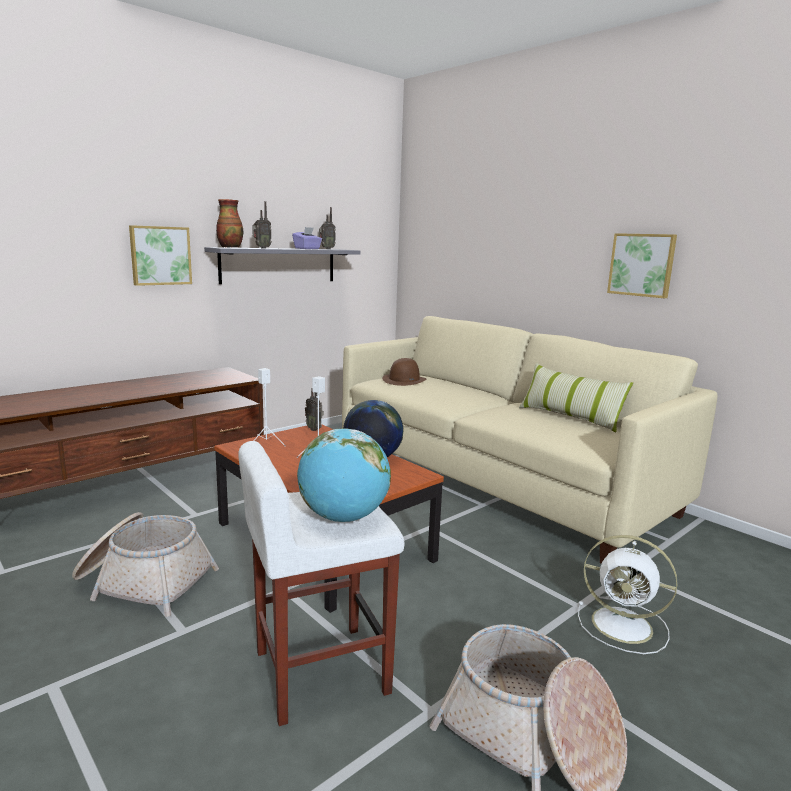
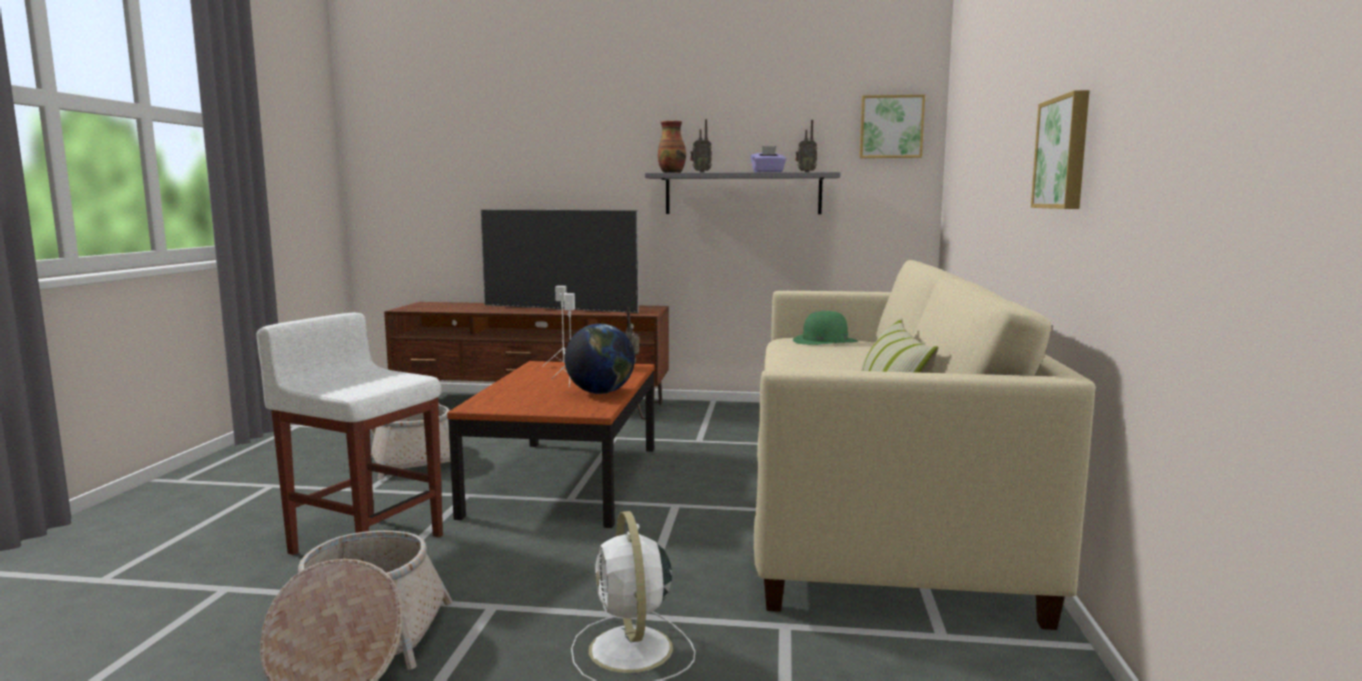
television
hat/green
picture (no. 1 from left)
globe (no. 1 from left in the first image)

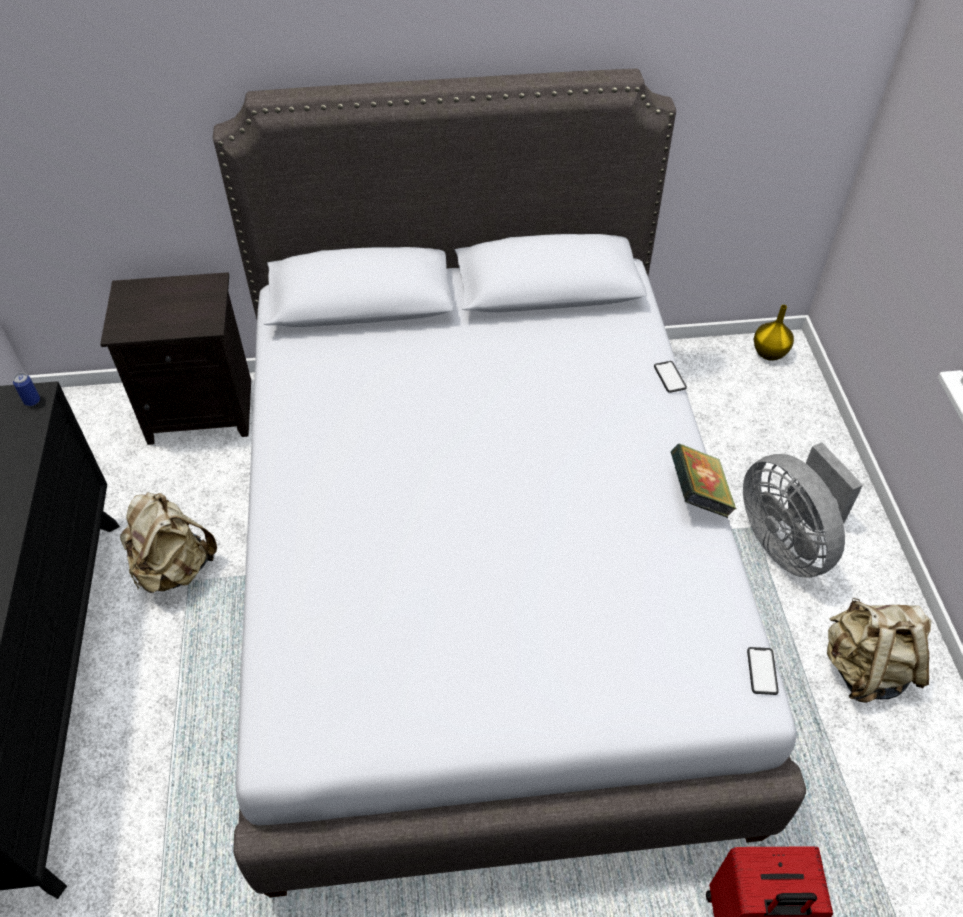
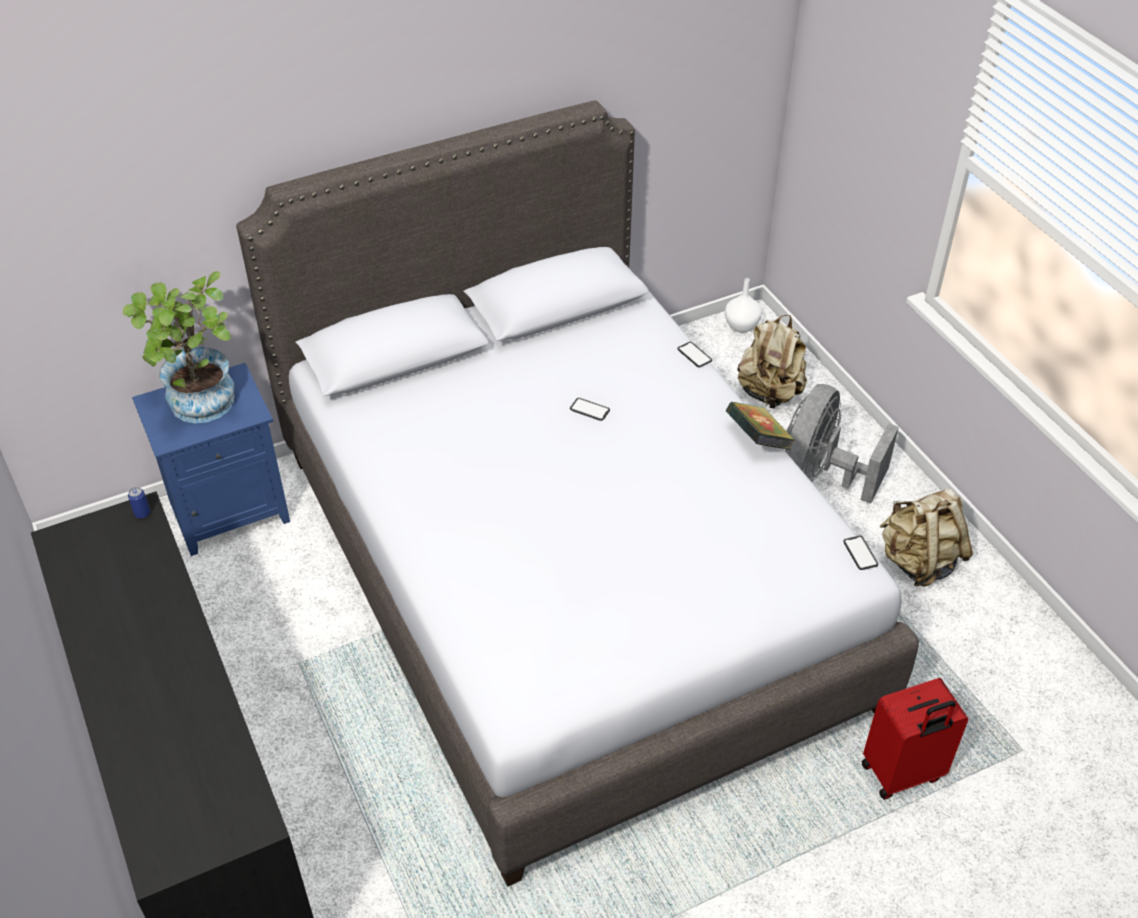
potted plant
nightstand/blue
phone (no. 1 from left)
vase/white
backpack/beige (no. 1 from left)
fan/grey

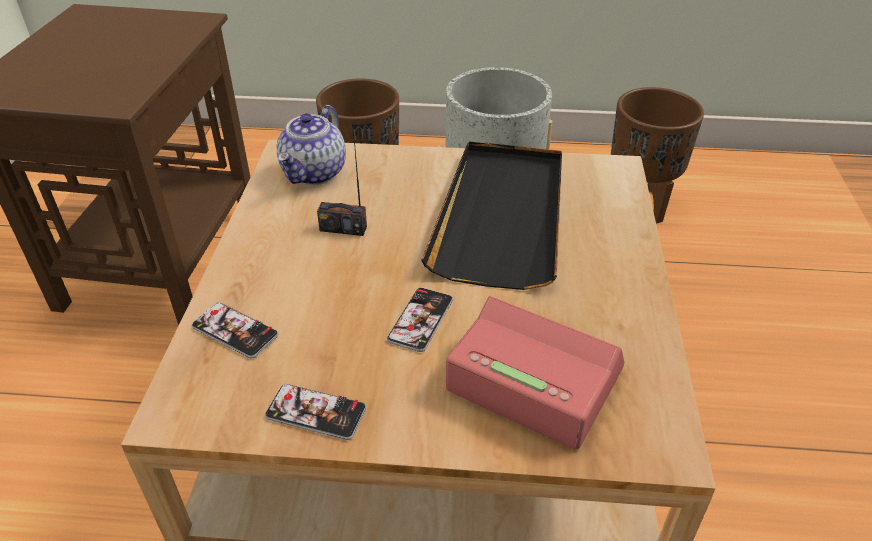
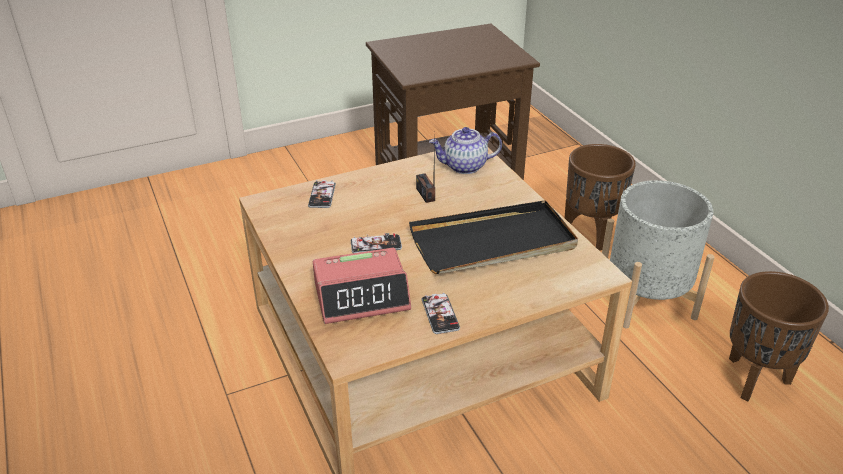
alarm clock
phone (no. 3 from left)

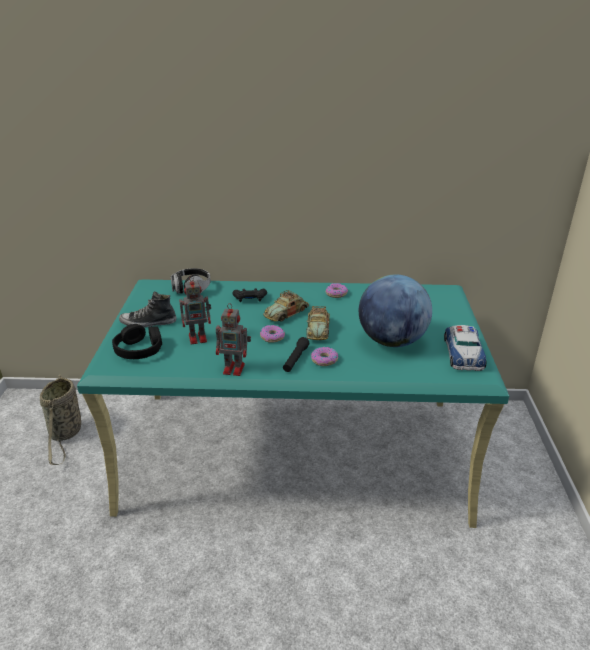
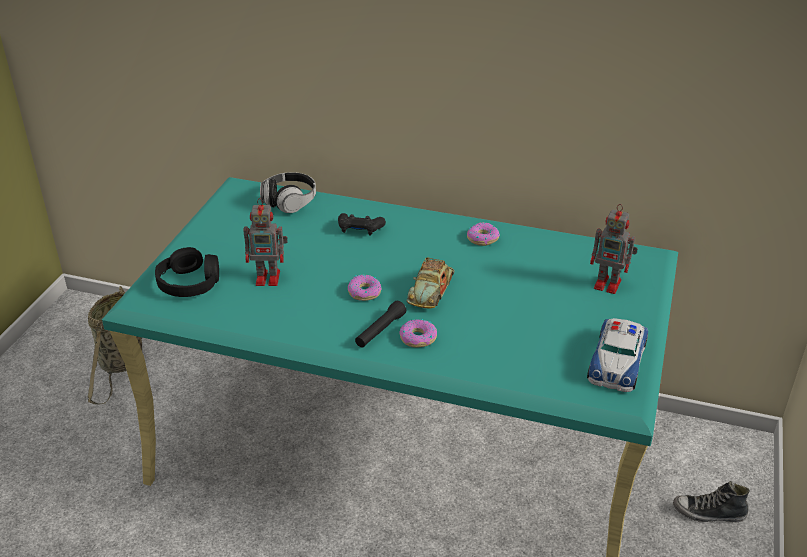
toy robot (no. 2 from left)
shoe
toy car (no. 1 from left in the first image)
globe

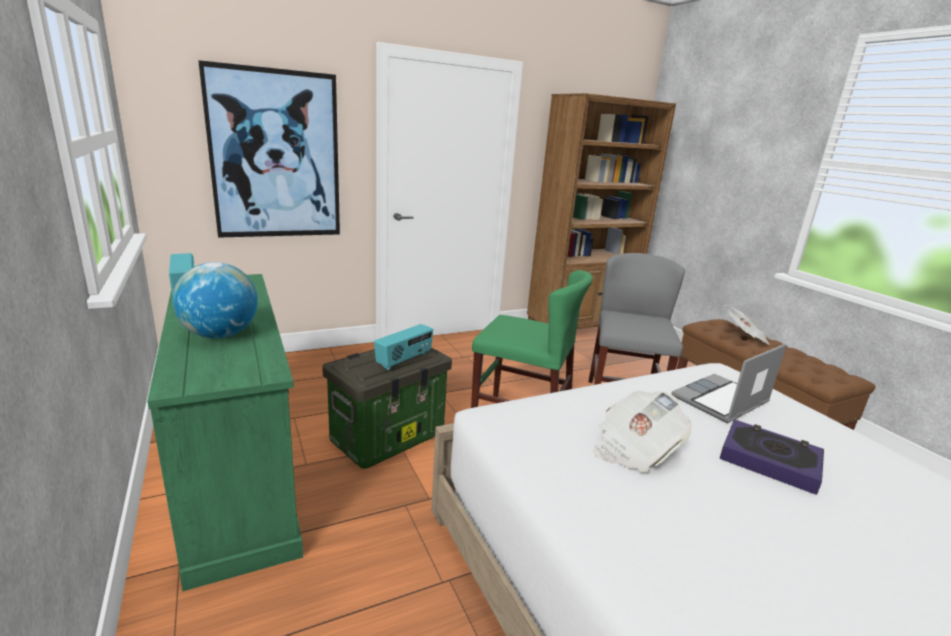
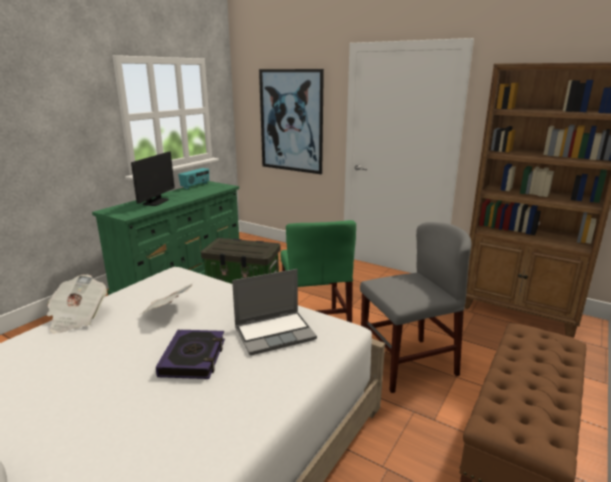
newspaper (no. 1 from left)
monitor
laptop
radio (no. 2 from left in the first image)

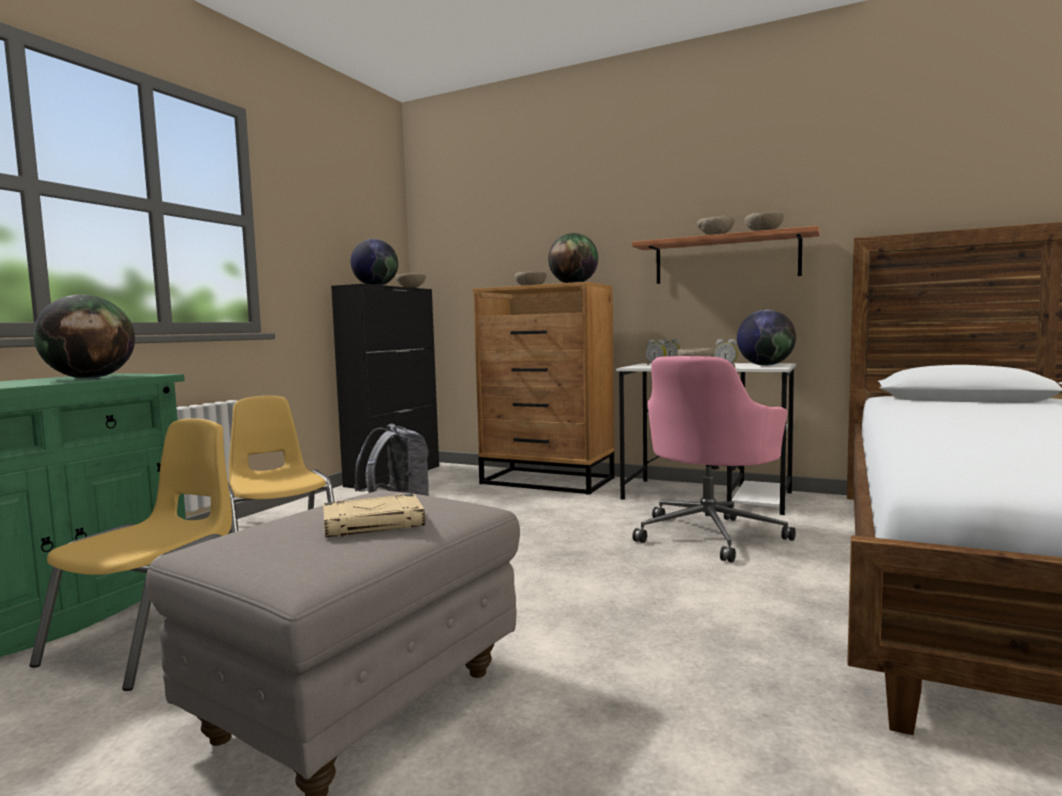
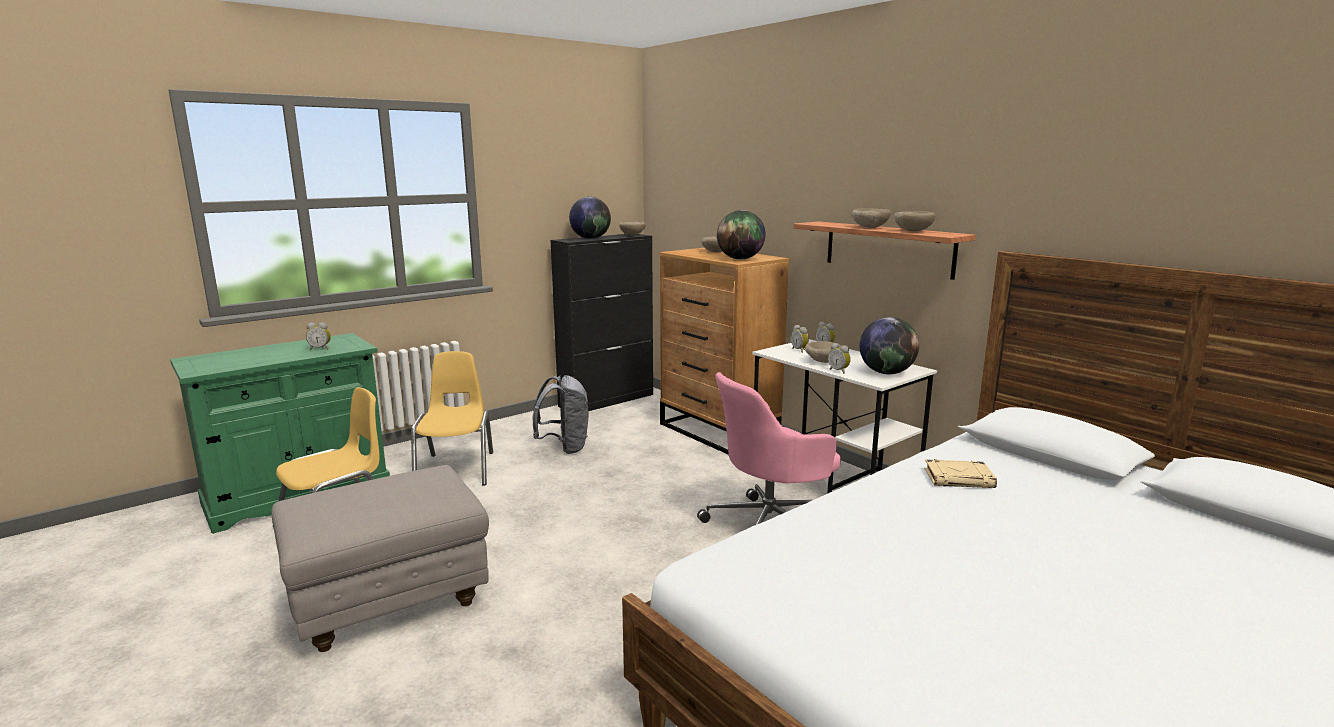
alarm clock (no. 1 from left)
book/beige

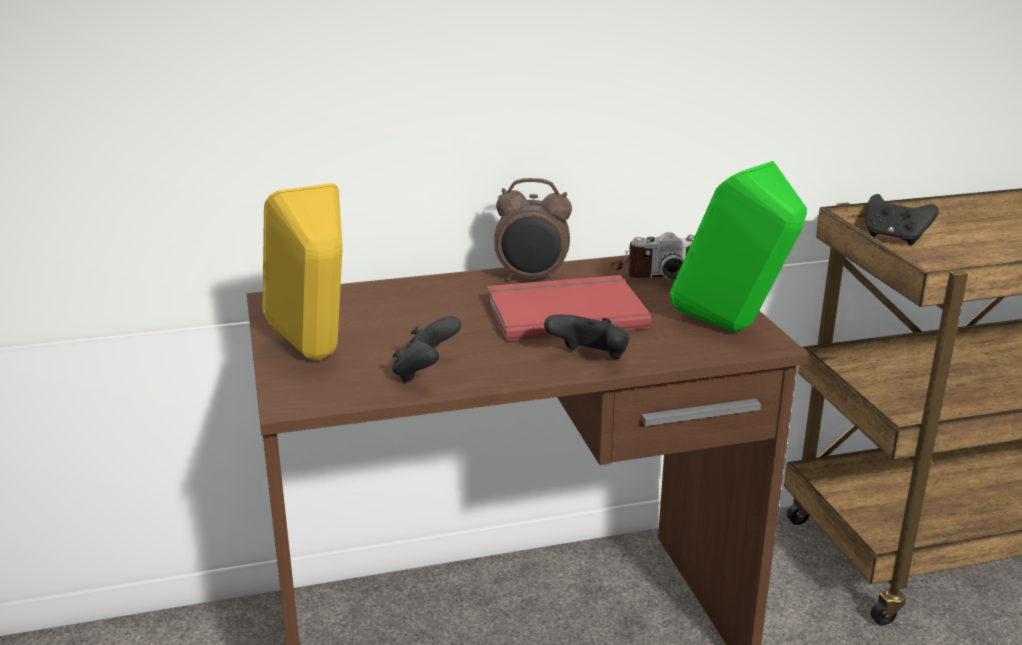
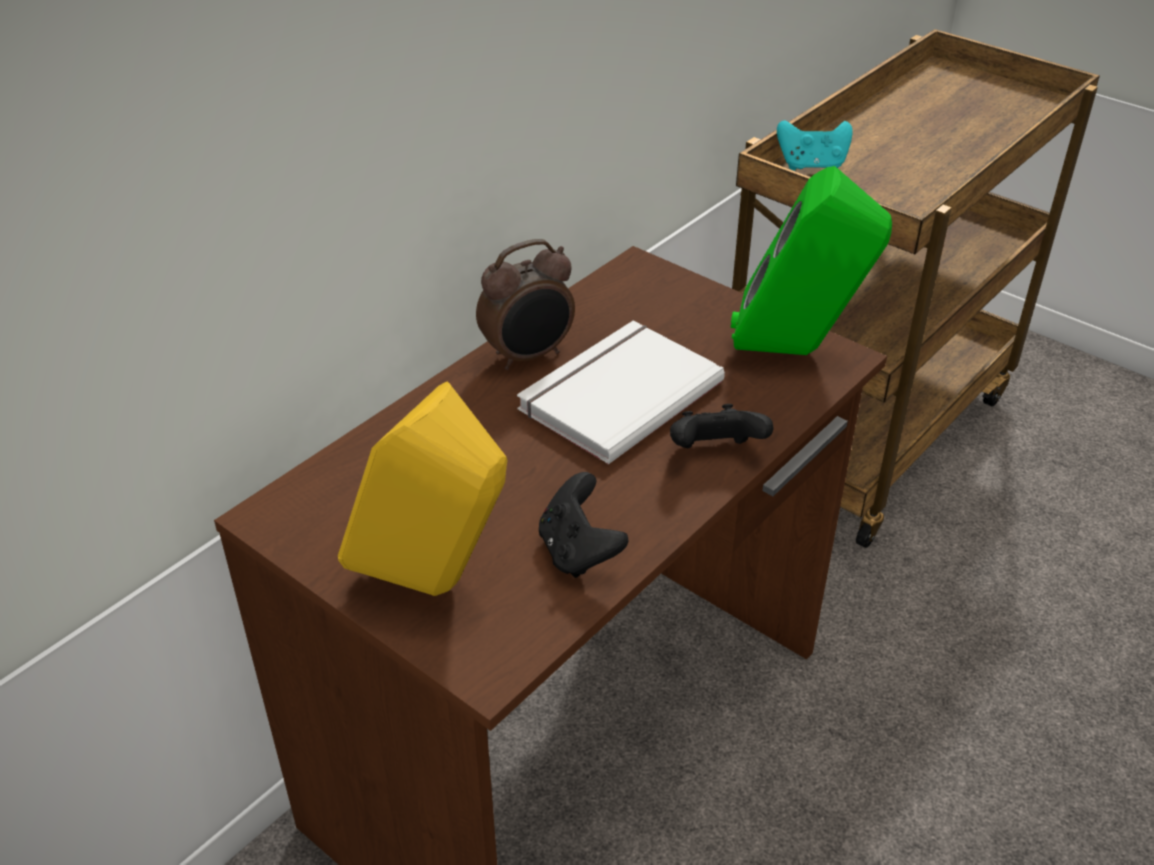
book/white
game controller/turquoise
photo camera

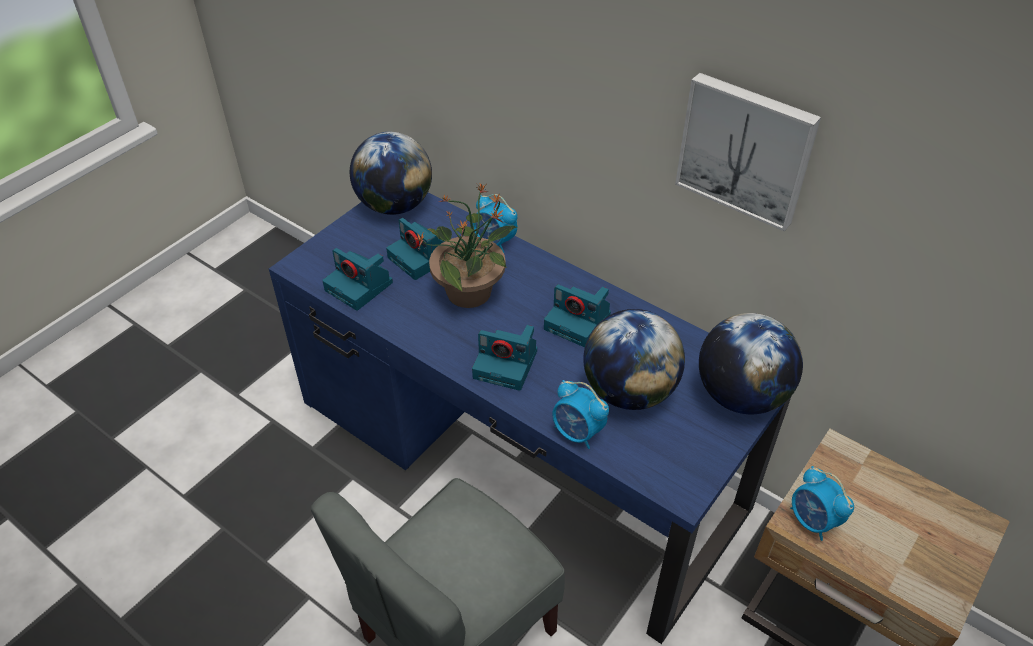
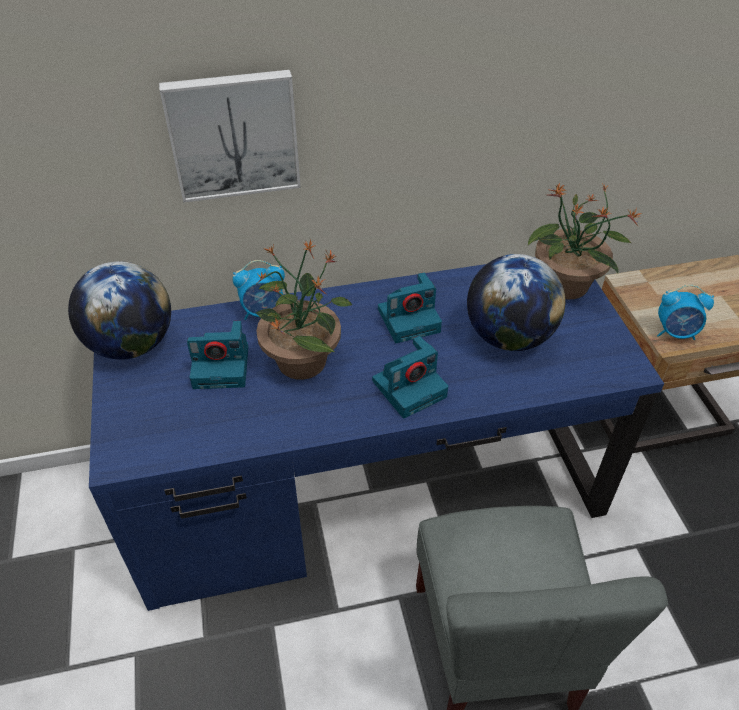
picture
potted plant (no. 2 from left)
photo camera (no. 1 from left in the first image)
alarm clock (no. 2 from left in the first image)

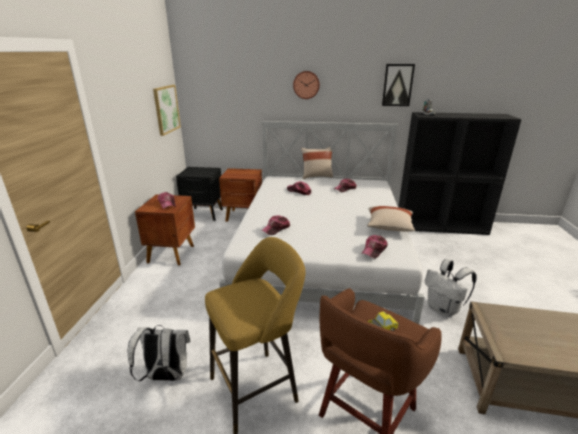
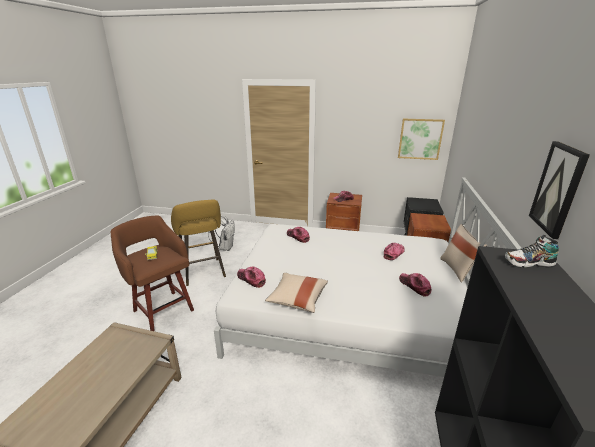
wall clock
backpack/white (no. 2 from left in the first image)

